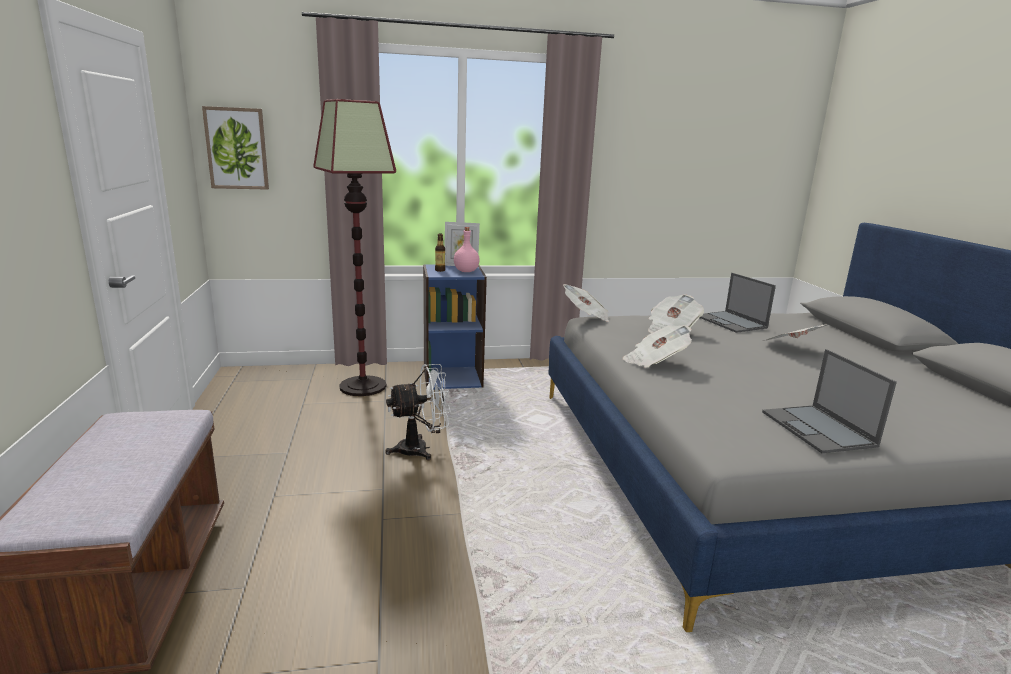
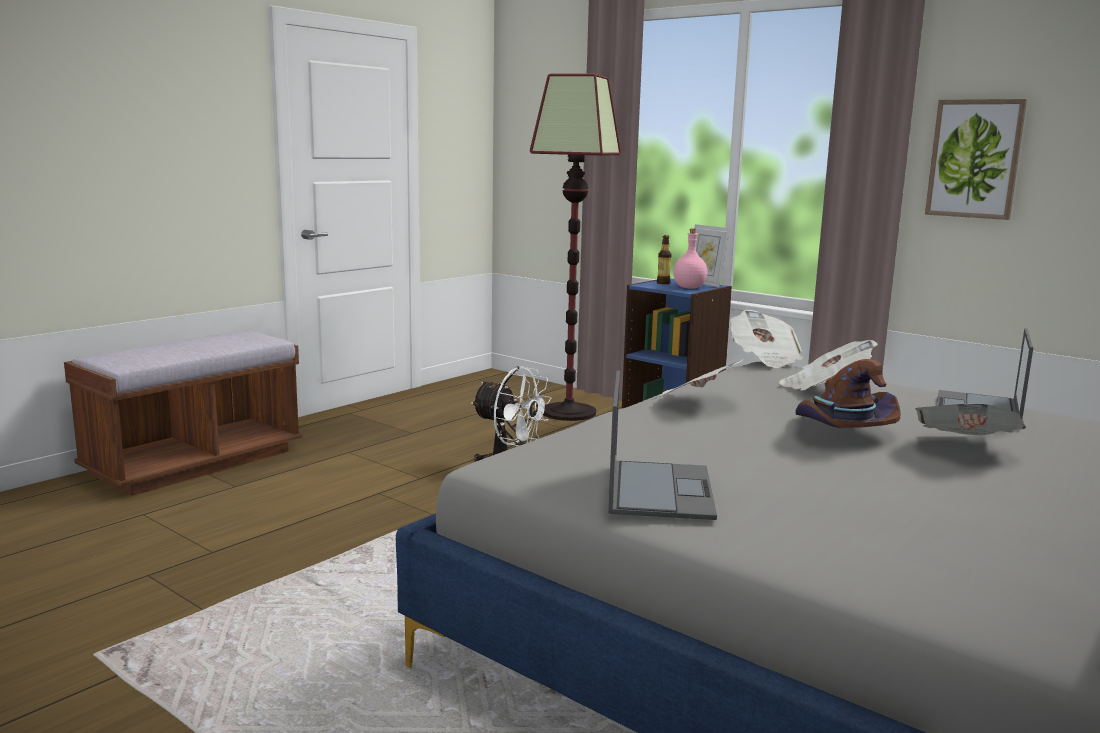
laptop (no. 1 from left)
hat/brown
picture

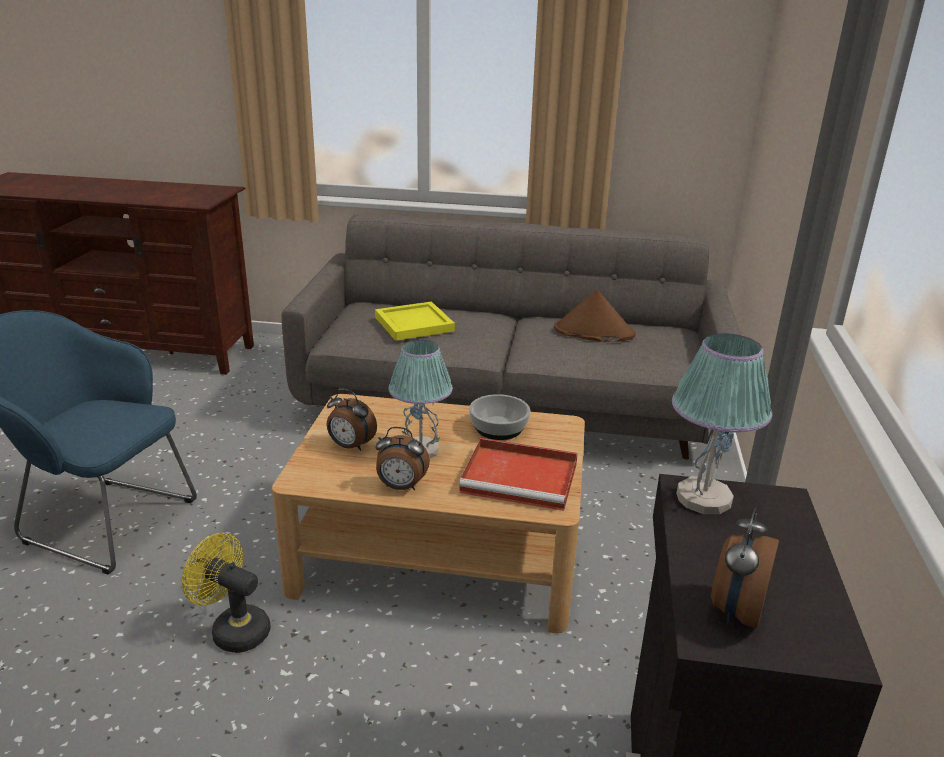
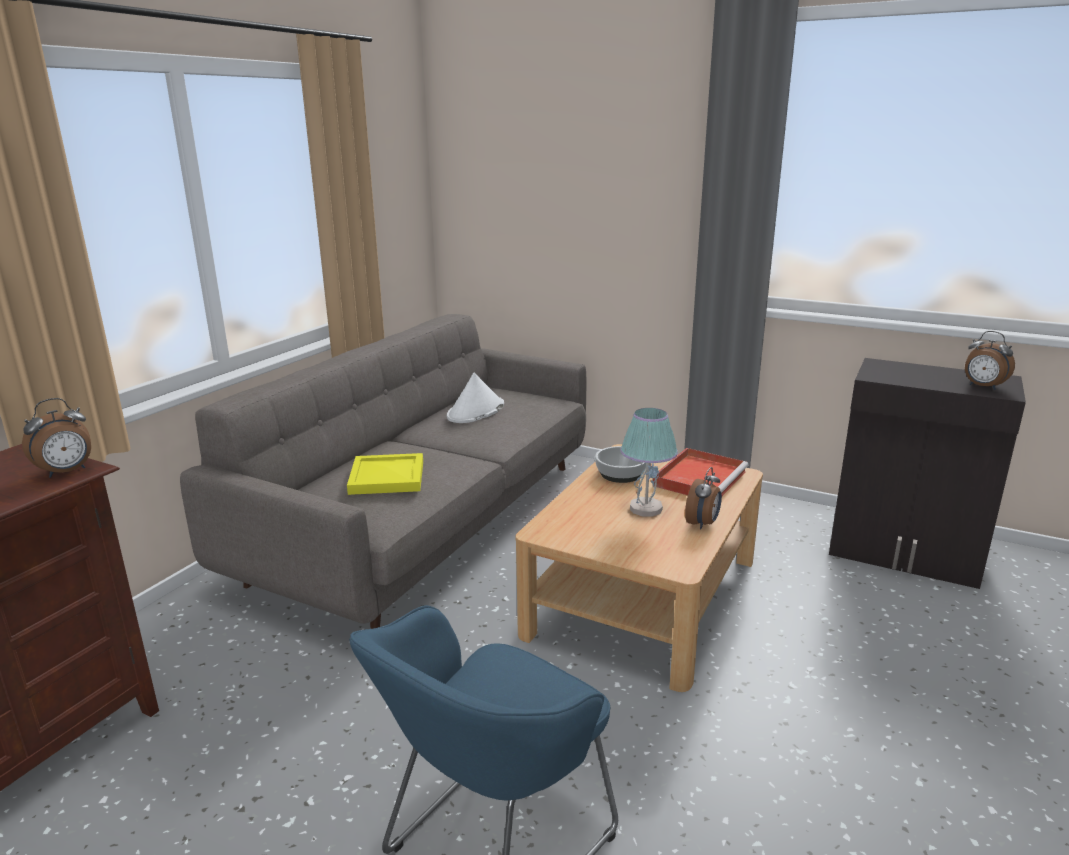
alarm clock (no. 1 from left)
hat/white
fan/yellow
table lamp (no. 2 from left in the first image)

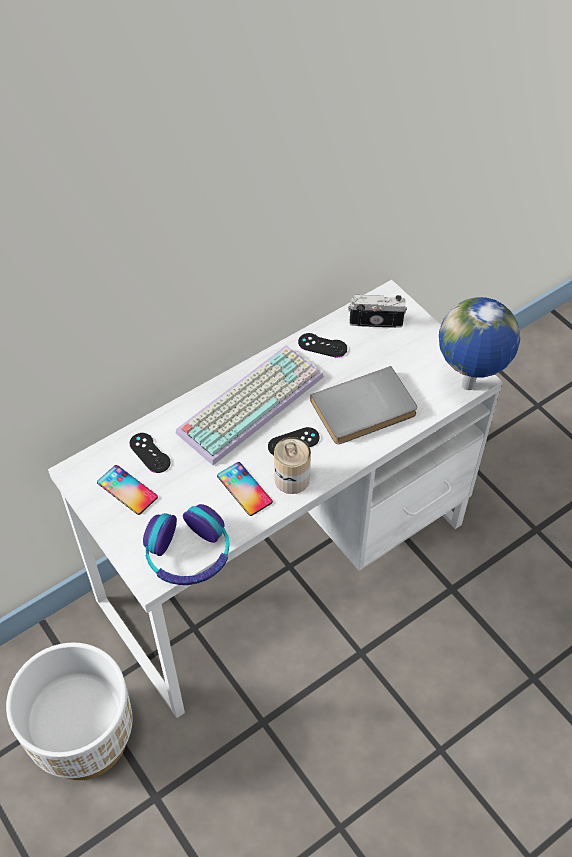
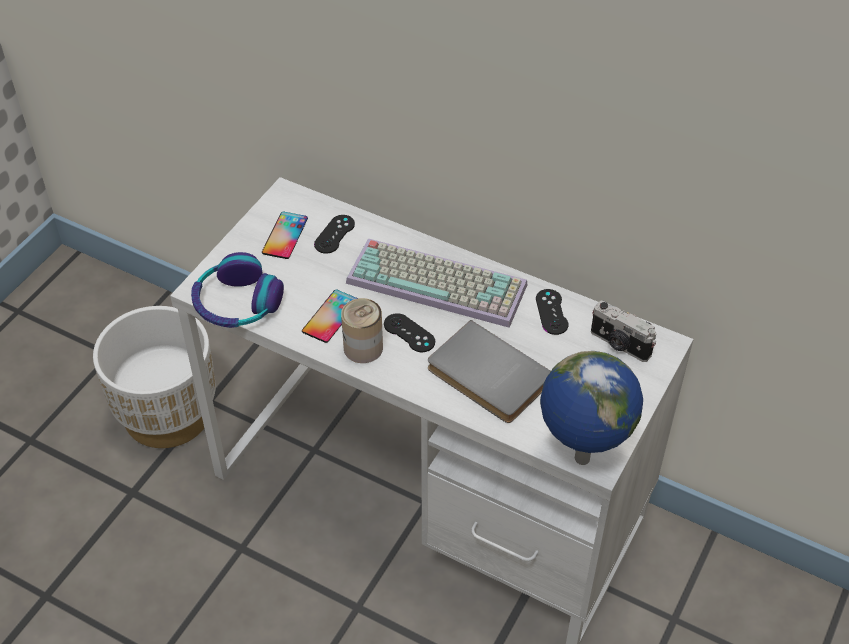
photo camera

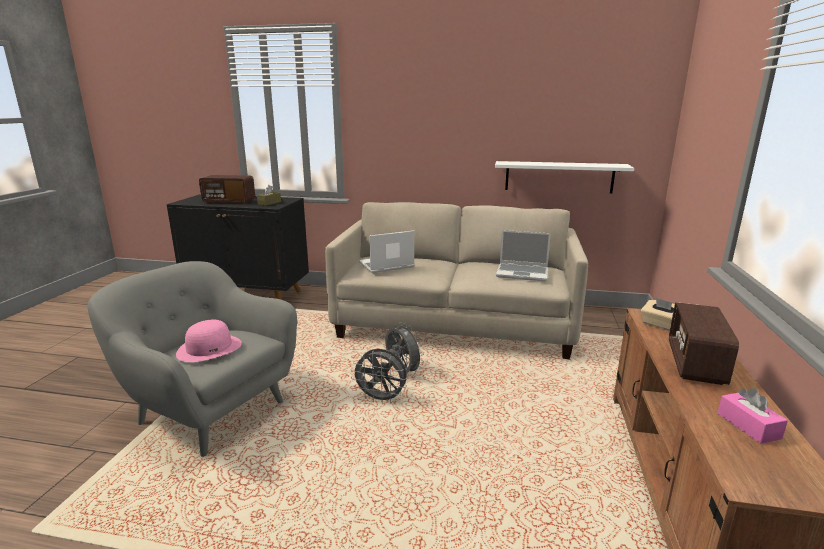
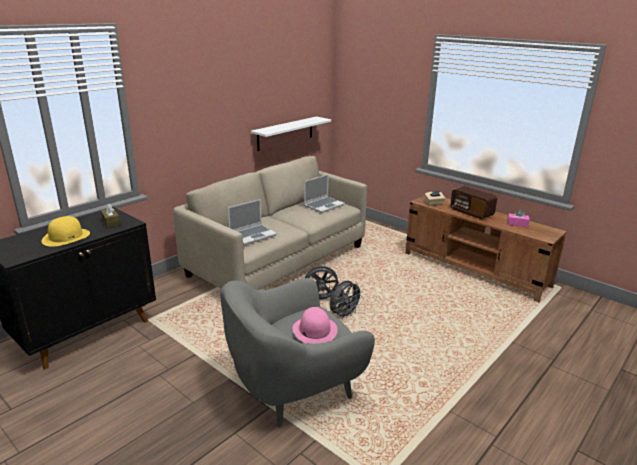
hat/yellow
laptop (no. 1 from left)

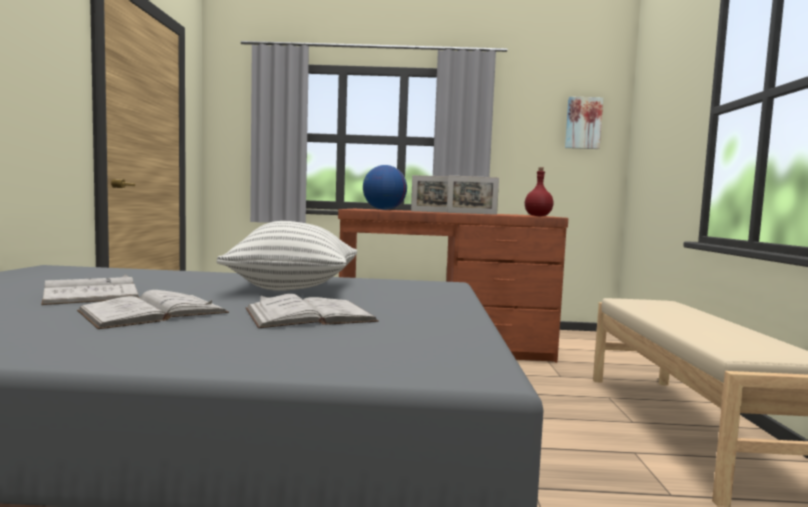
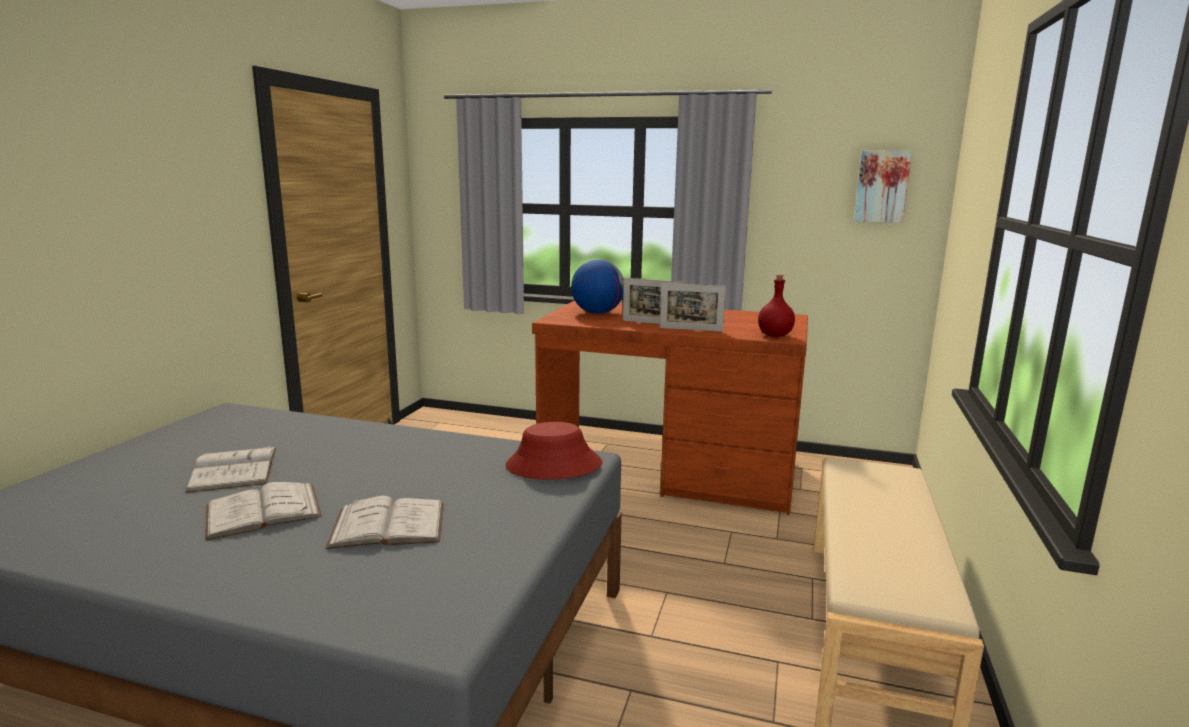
hat/red
pillow

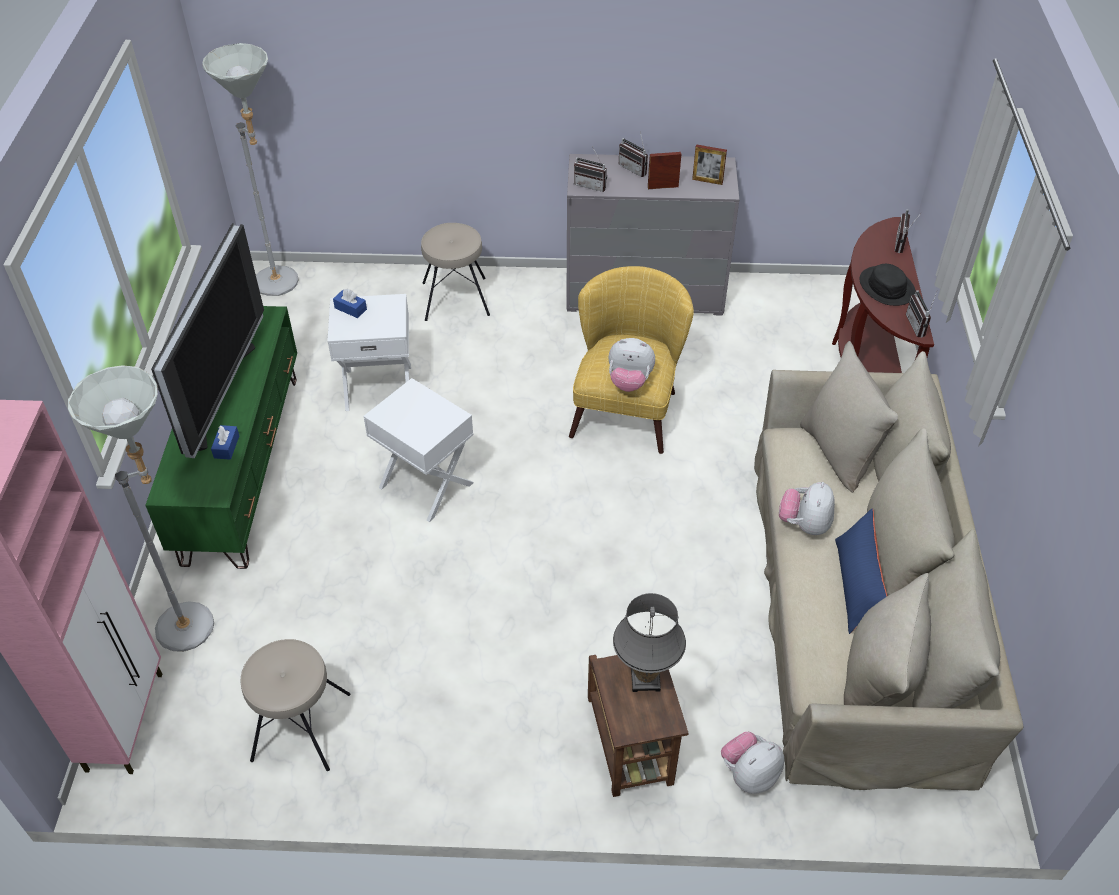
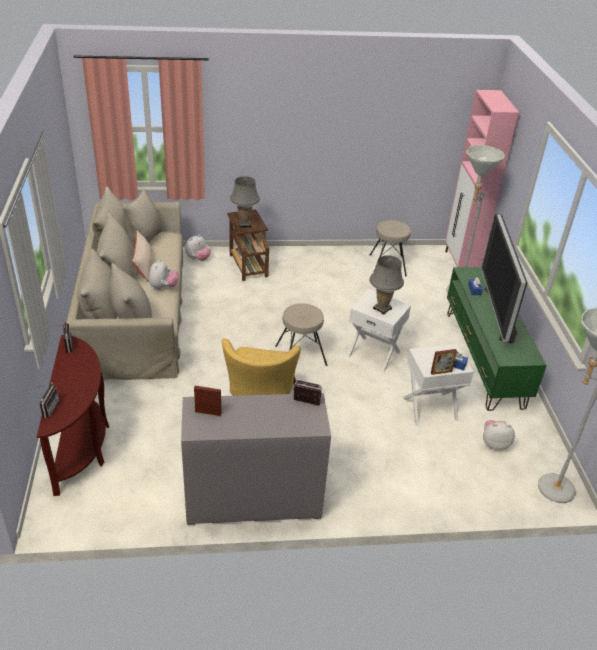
pillow/beige
stool/beige (no. 1 from left)
table lamp/grey (no. 2 from left)
picture frame (no. 2 from left)
plush toy (no. 3 from left)
radio (no. 2 from left in the first image)
hat/black

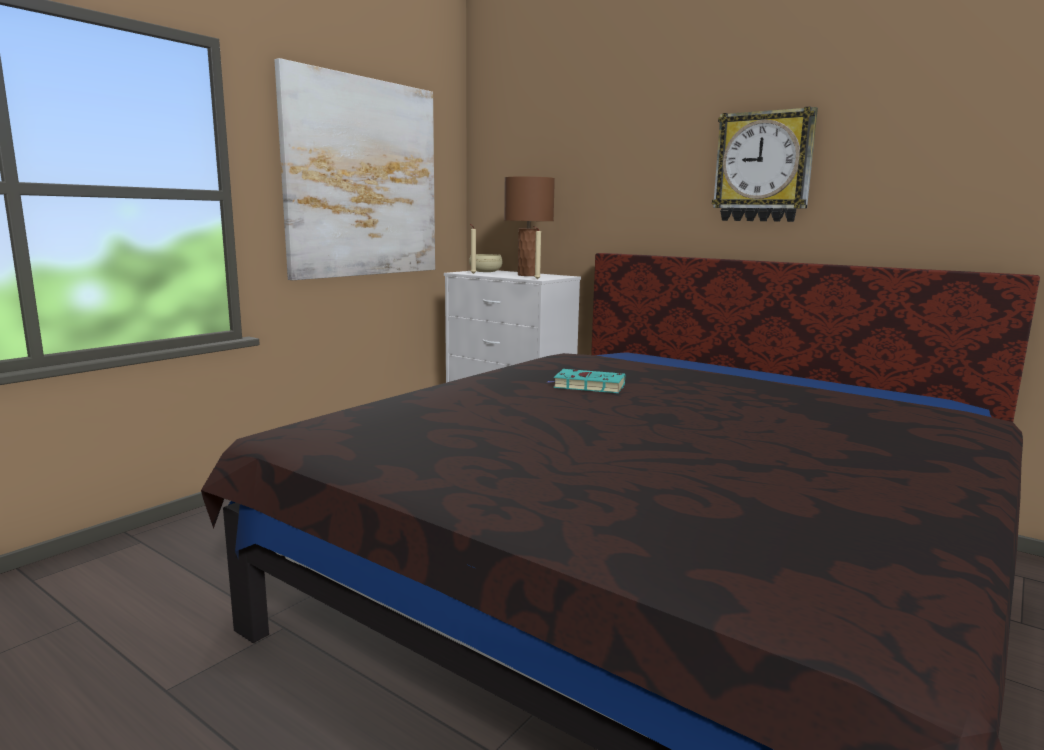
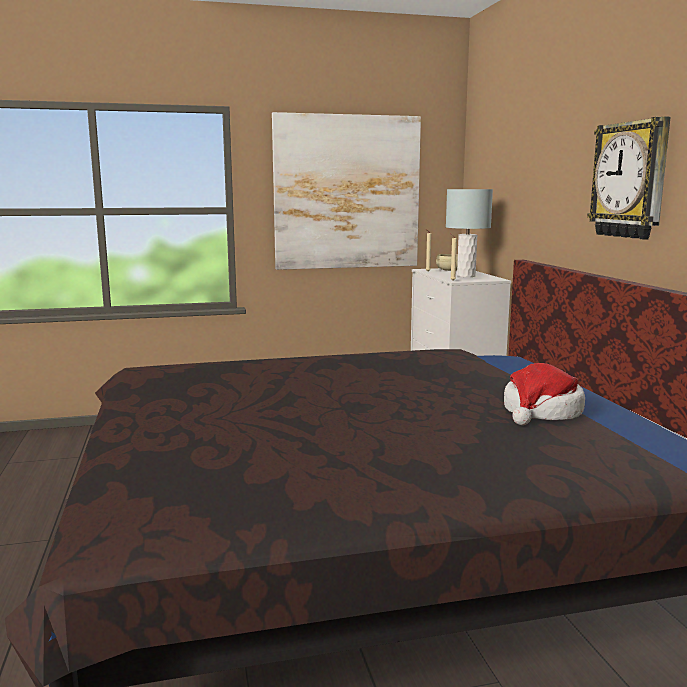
table lamp/grey
hat
book/turquoise

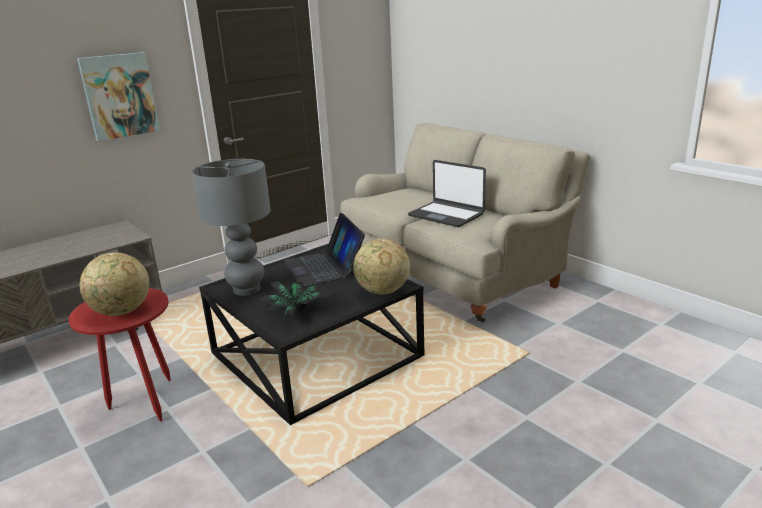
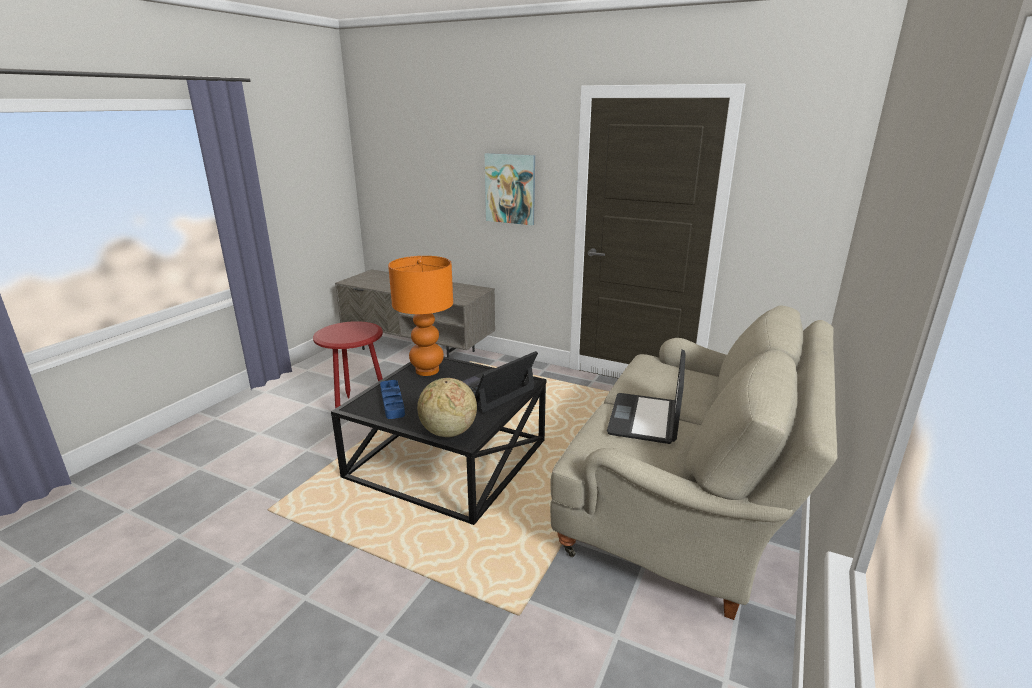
tray/blue
table lamp/orange
globe (no. 1 from left in the first image)

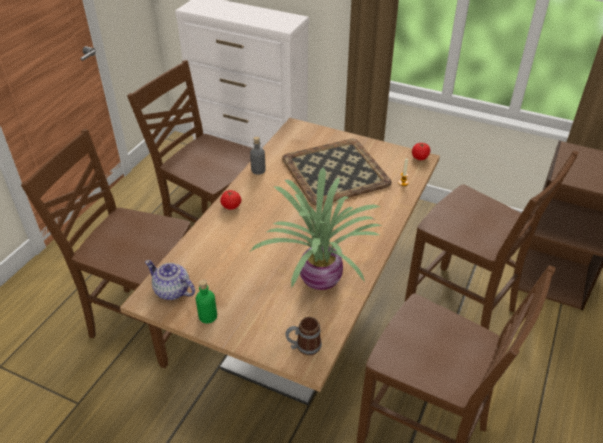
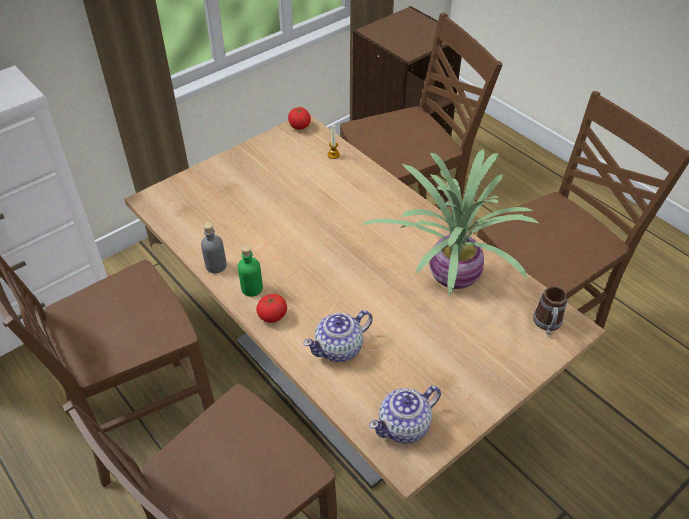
bottle/green
teapot (no. 1 from left)
tray

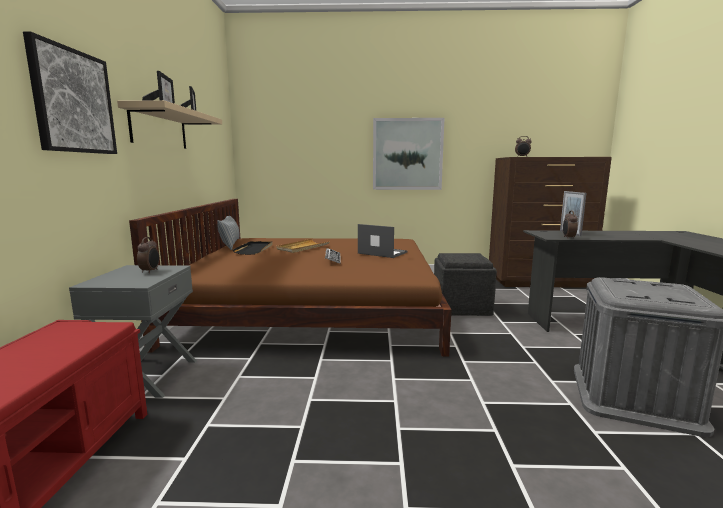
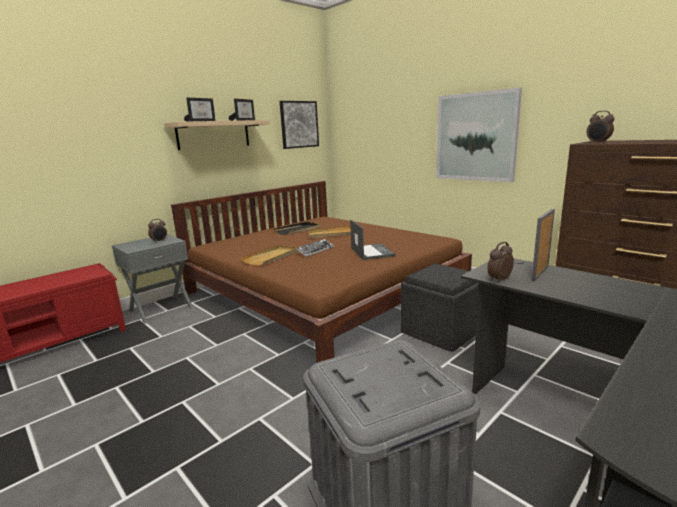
tray/beige (no. 1 from left)
picture (no. 1 from left)
pillow

